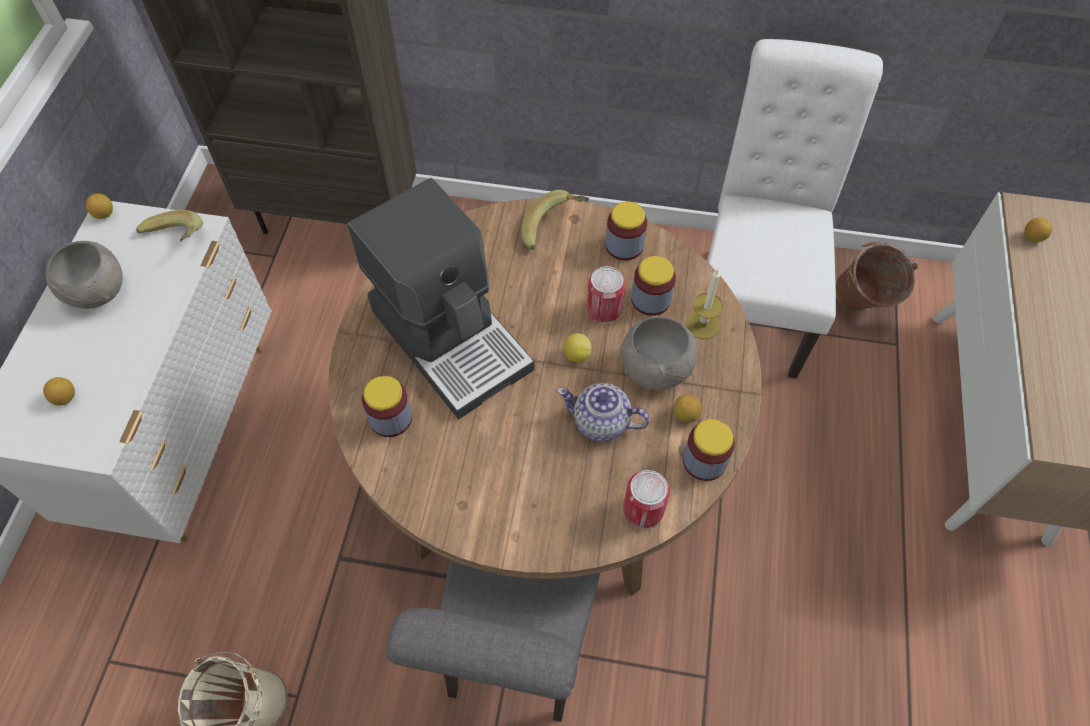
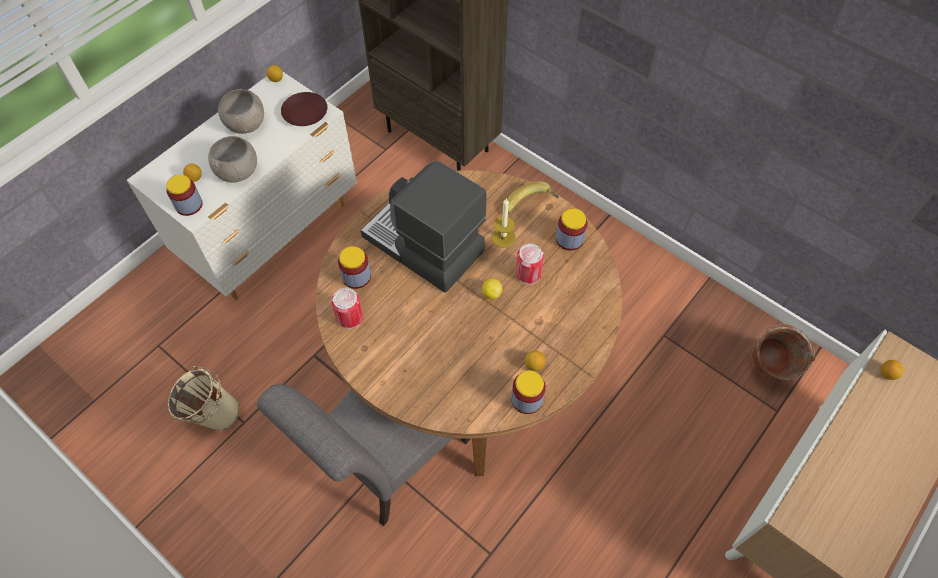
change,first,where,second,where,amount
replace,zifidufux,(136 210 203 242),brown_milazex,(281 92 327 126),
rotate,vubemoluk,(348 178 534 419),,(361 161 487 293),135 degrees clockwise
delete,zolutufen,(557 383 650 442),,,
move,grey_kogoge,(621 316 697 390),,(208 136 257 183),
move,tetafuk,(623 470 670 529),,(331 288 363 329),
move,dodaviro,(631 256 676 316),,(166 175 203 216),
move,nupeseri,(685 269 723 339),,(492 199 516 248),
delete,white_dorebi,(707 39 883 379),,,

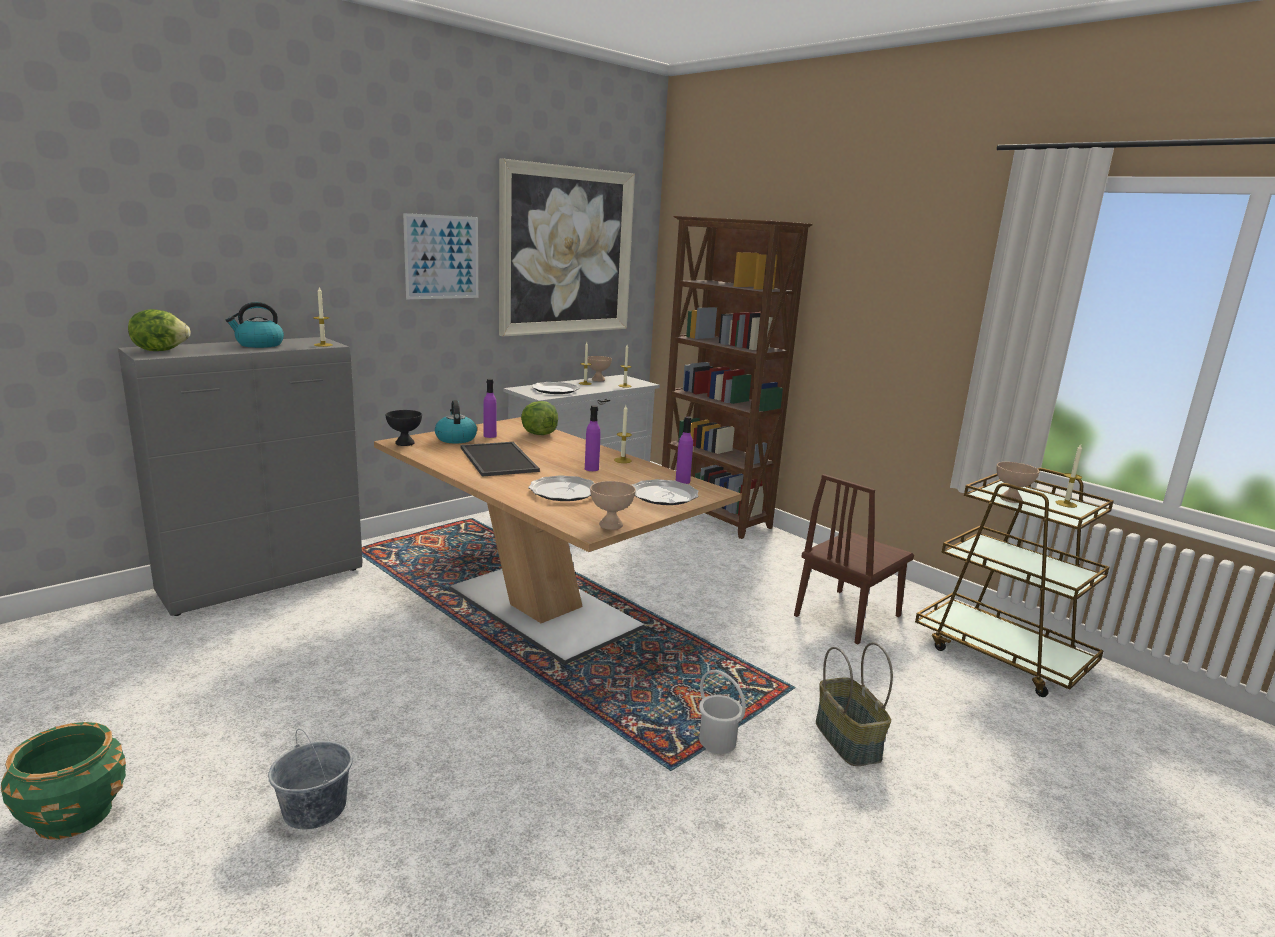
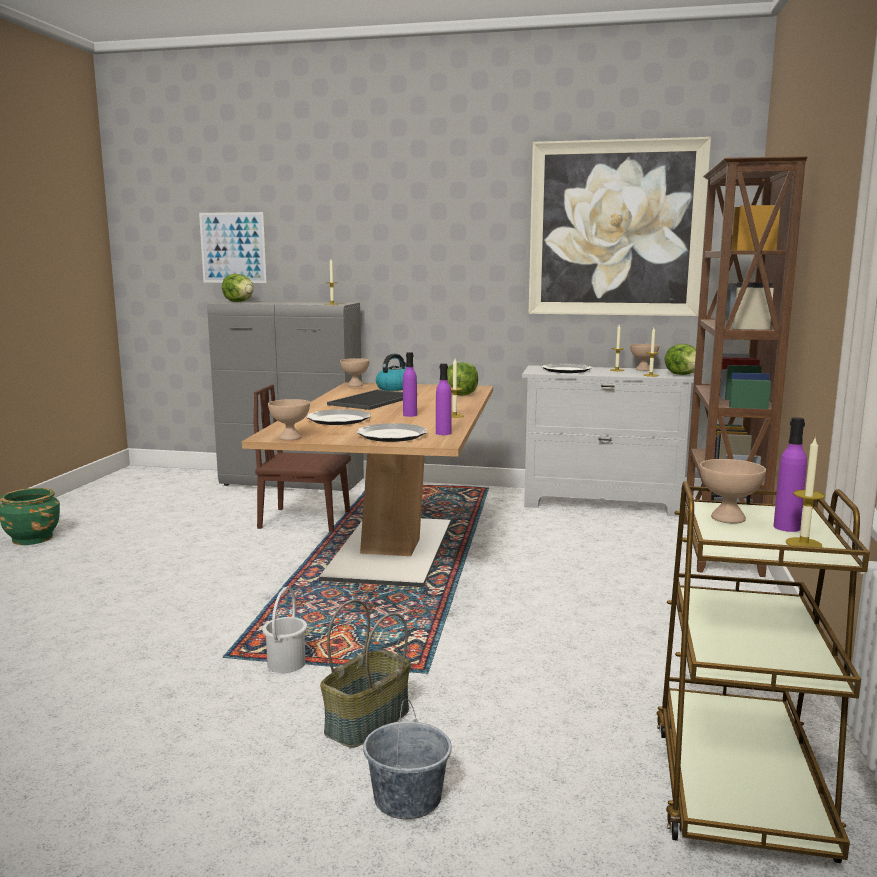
change,first,where,second,where,amount
delete,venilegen,(226 302 284 348),,,
move,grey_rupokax,(268 729 353 830),,(363 699 452 819),
recolor,black_kogoge,(386 410 422 446),beige_kogoge,(340 358 370 387),
move,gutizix,(403 213 478 299),,(199 212 267 283),
move,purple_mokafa,(483 379 497 438),,(774 417 807 532),
move,brown_dorebi,(794 474 914 645),,(254 384 351 532),
insert,,,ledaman,(665 344 696 375),

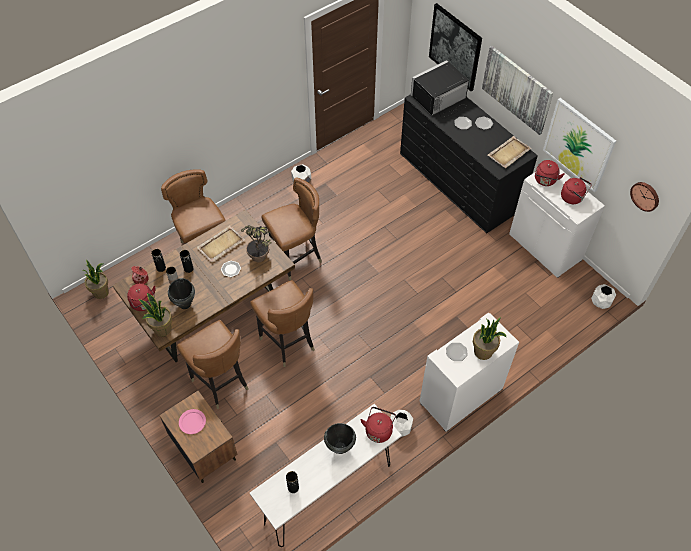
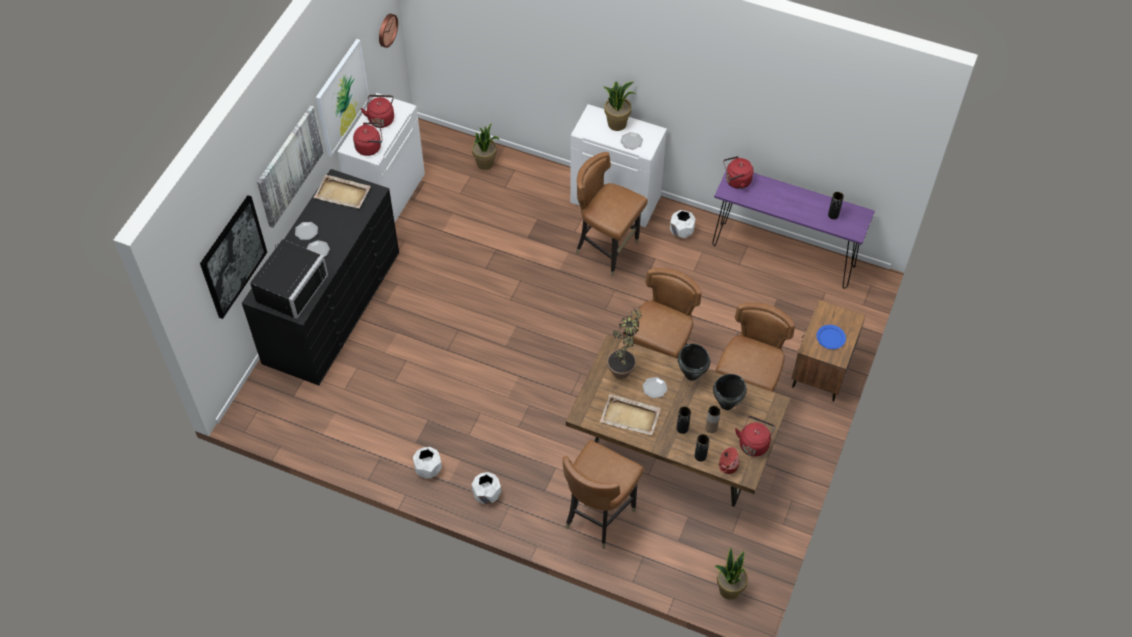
change,first,where,second,where,amount
move,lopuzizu,(138 293 172 337),,(472 123 500 170),
recolor,pink_milazex,(179 409 206 434),blue_milazex,(816 325 846 349),
recolor,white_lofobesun,(250 404 402 547),purple_lofobesun,(712 169 875 289),
move,brown_dorebi,(261 178 322 281),,(576 152 648 277),
move,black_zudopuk,(324 423 356 454),,(678 344 710 381),
rotate,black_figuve,(411 60 469 119),,(250 239 328 319),90 degrees counterclockwise
move,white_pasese,(591 284 616 309),,(472 472 501 504),

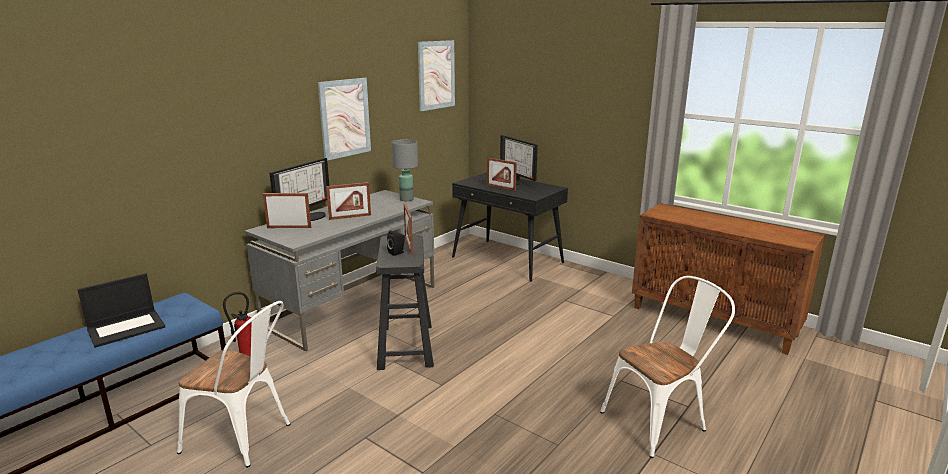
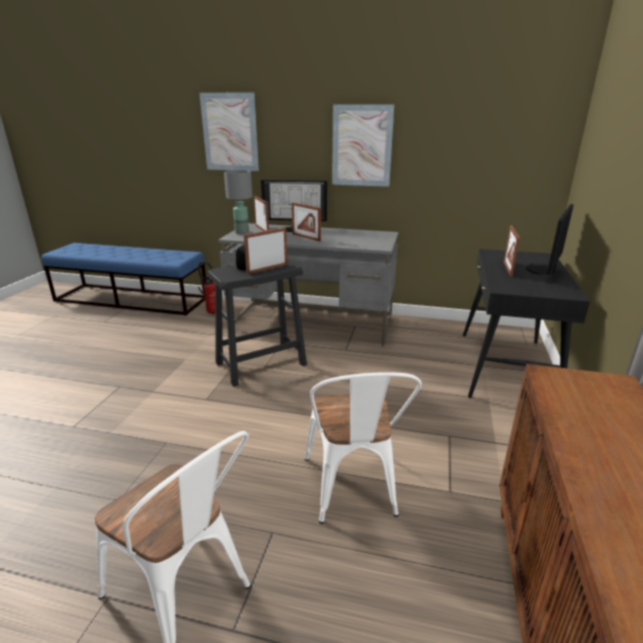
change,first,where,second,where,amount
delete,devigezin,(77 273 165 348),,,
move,white_dorebi,(177 301 290 468),,(304 372 422 524),
move,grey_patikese,(391 139 418 201),,(224 170 252 234),
move,gutizix,(418 40 455 111),,(199 92 259 171),

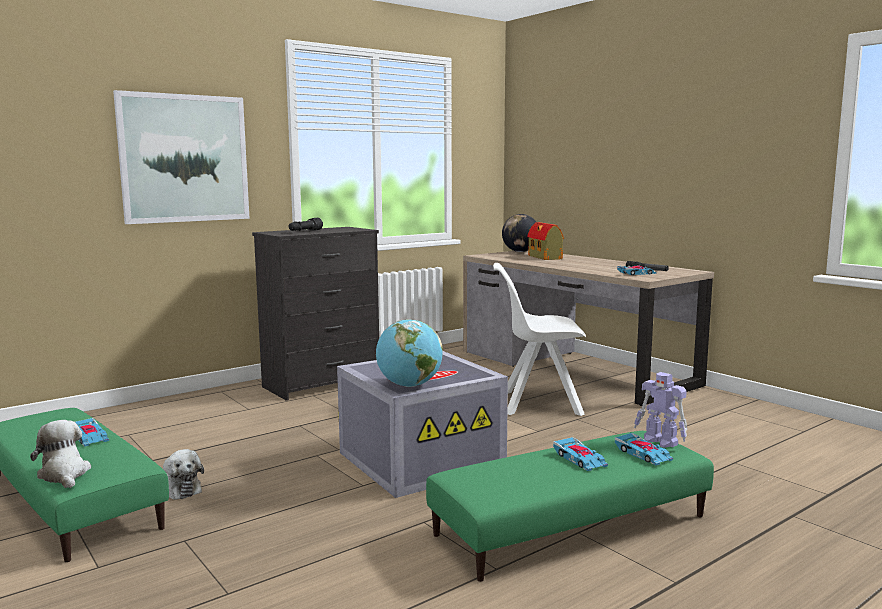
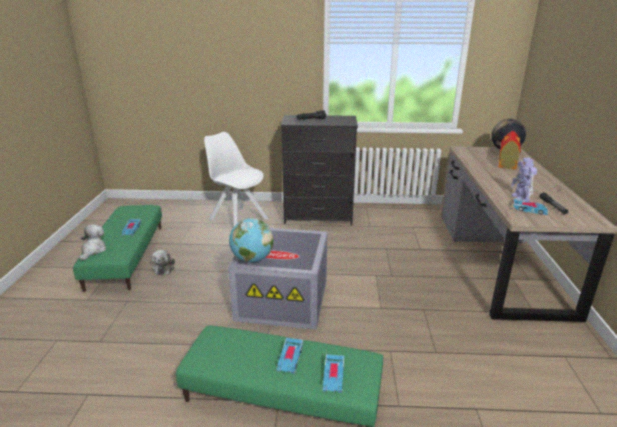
change,first,where,second,where,amount
delete,gutizix,(113 90 250 224),,,
move,white_dorebi,(493 263 586 416),,(204 132 268 226),
move,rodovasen,(634 372 687 448),,(511 158 537 202),

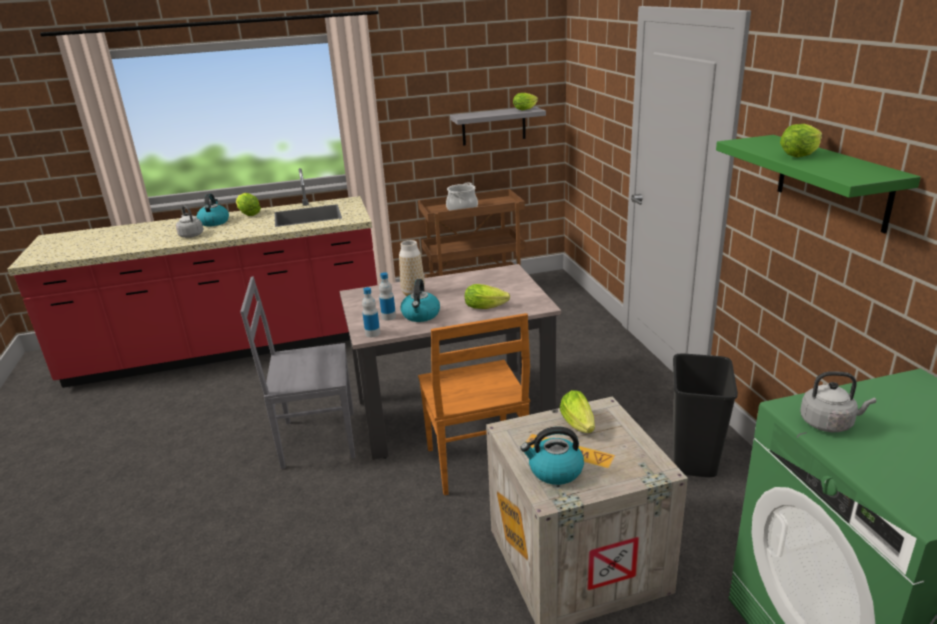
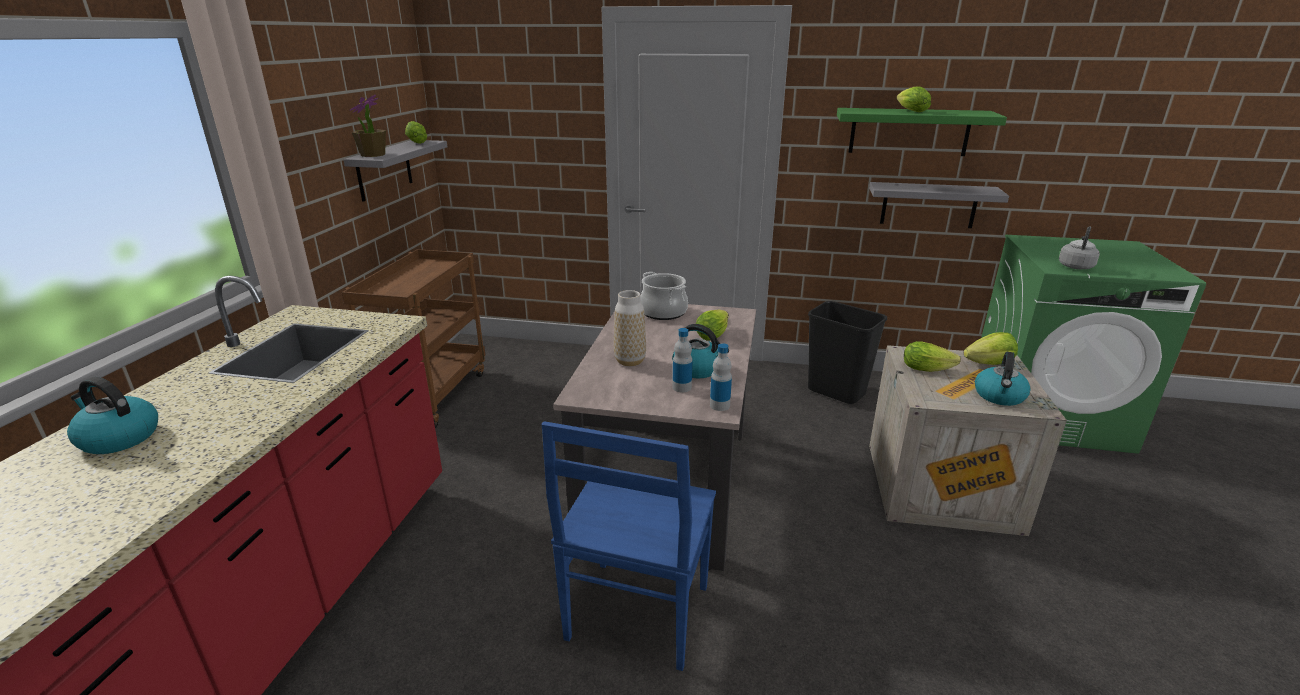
change,first,where,second,where,amount
delete,grey_venilegen,(176 205 203 238),,,
move,ledaman,(236 193 261 216),,(964 332 1018 365),
recolor,grey_dorebi,(240 277 355 469),blue_dorebi,(541 421 716 671),
delete,brown_dorebi,(418 313 530 495),,,
move,zudopuk,(446 183 478 211),,(640 272 688 320),
insert,,,lopuzizu,(349 95 386 157),
insert,,,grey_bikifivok,(869 182 1009 228),

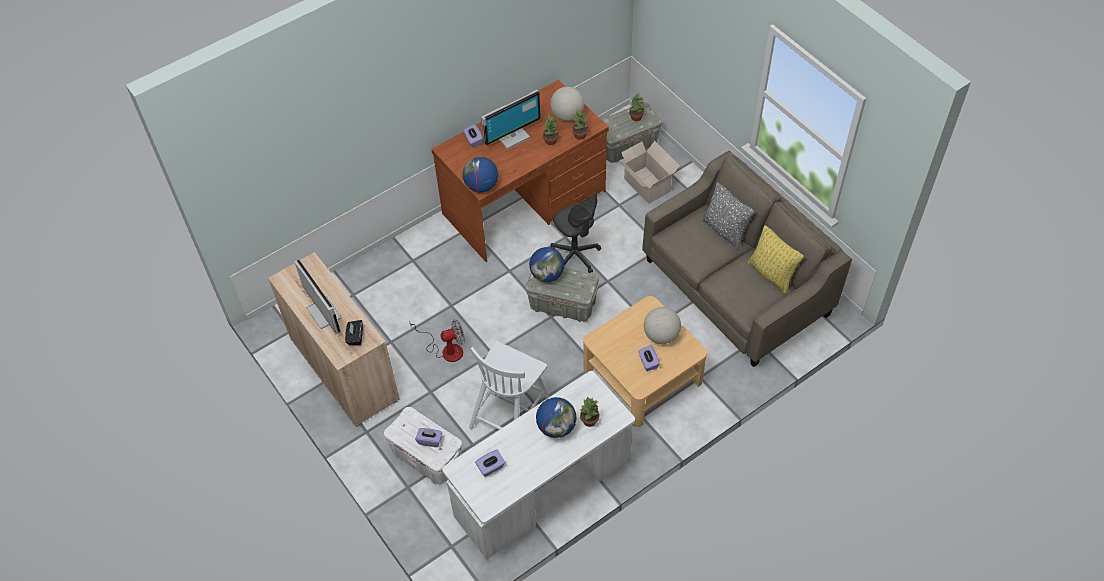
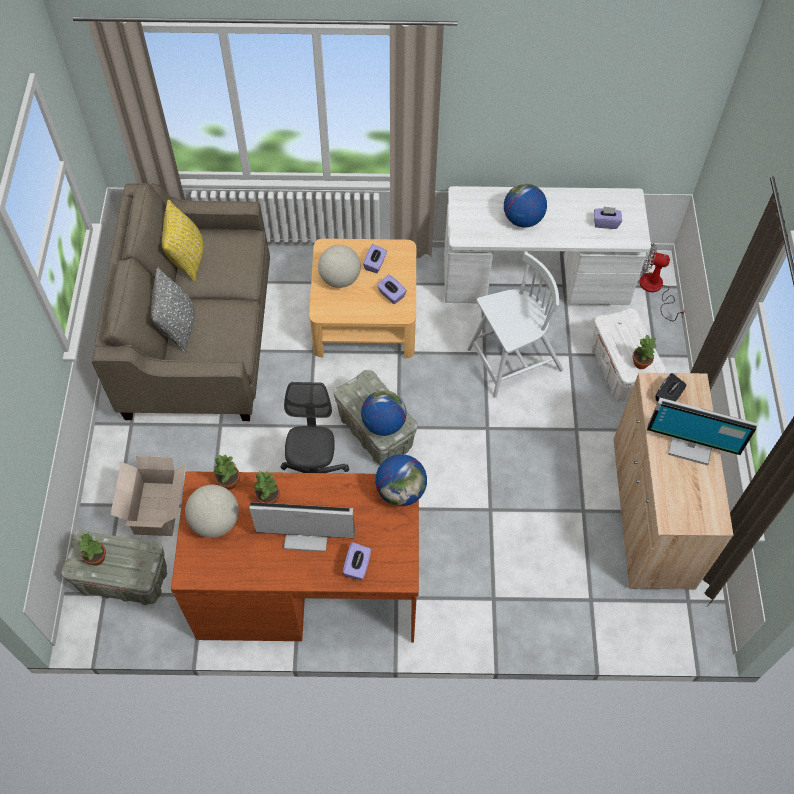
change,first,where,second,where,amount
rotate,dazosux,(295 260 342 334),,(647 398 757 466),75 degrees counterclockwise
move,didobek,(409 320 465 362),,(639 243 685 321),
move,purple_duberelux,(415 428 442 447),,(377 275 407 304),
move,lopuzizu,(579 397 599 427),,(633 334 657 369),

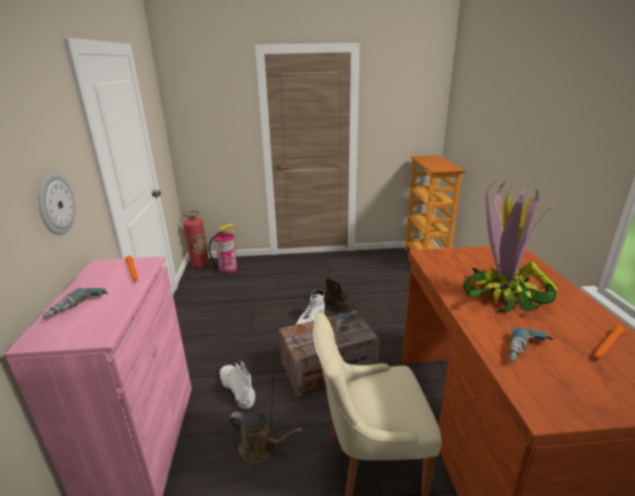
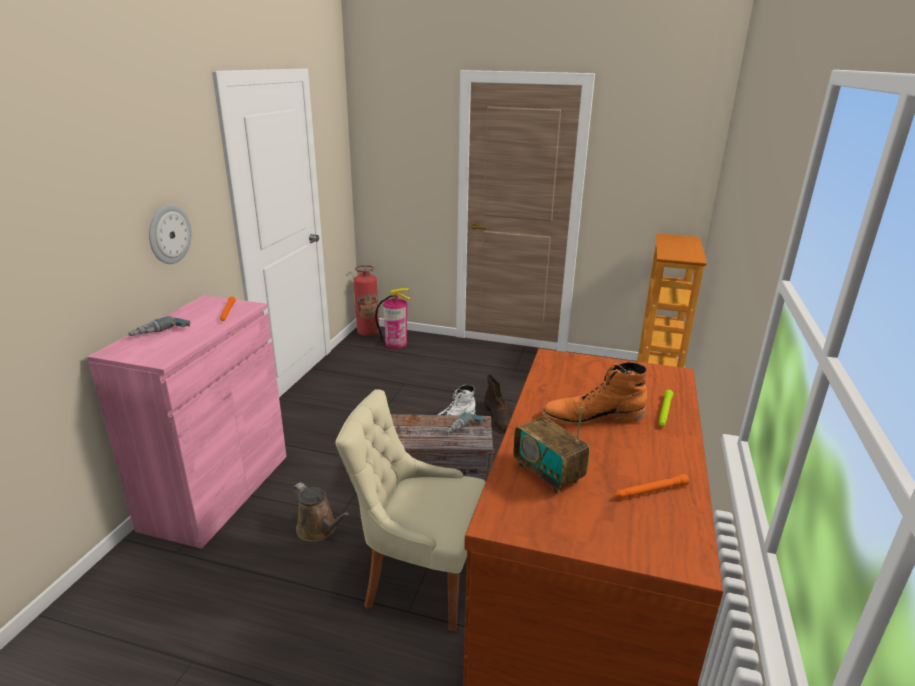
change,first,where,second,where,amount
delete,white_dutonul,(220 361 255 409),,,
replace,lopuzizu,(463 182 556 313),orange_dutonul,(542 362 647 426),
replace,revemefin,(509 327 553 362),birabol,(513 407 590 494),

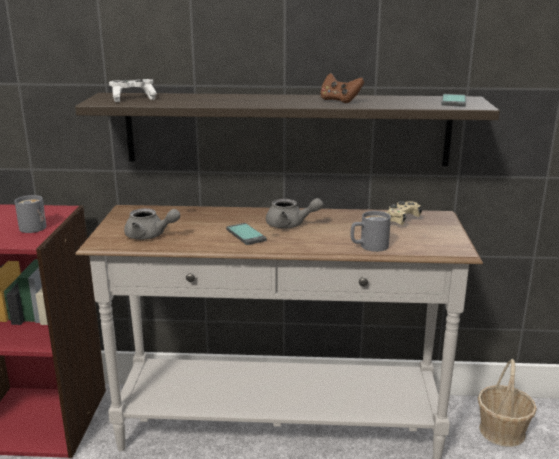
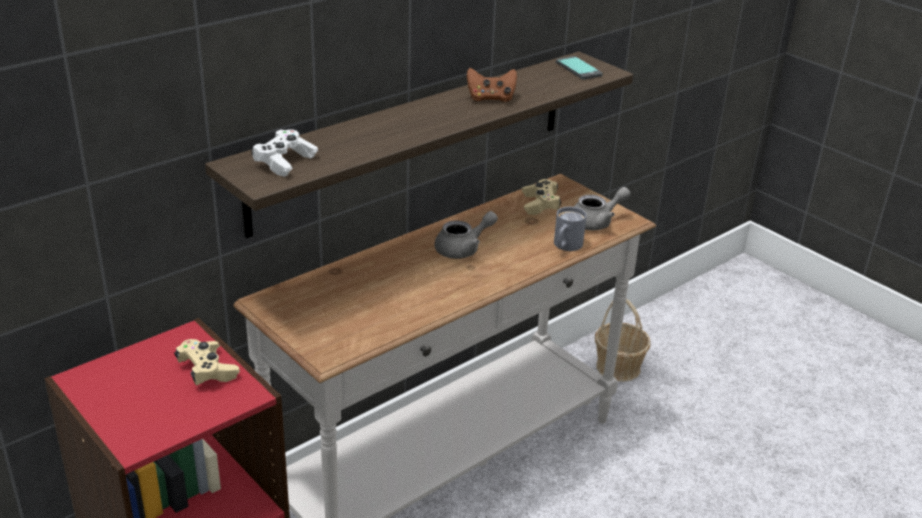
change,first,where,second,where,amount
replace,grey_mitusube,(14 195 46 233),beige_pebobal,(174 339 240 385),
move,grey_zolutufen,(124 208 180 240),,(574 187 630 230),
delete,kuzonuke,(226 223 267 245),,,

